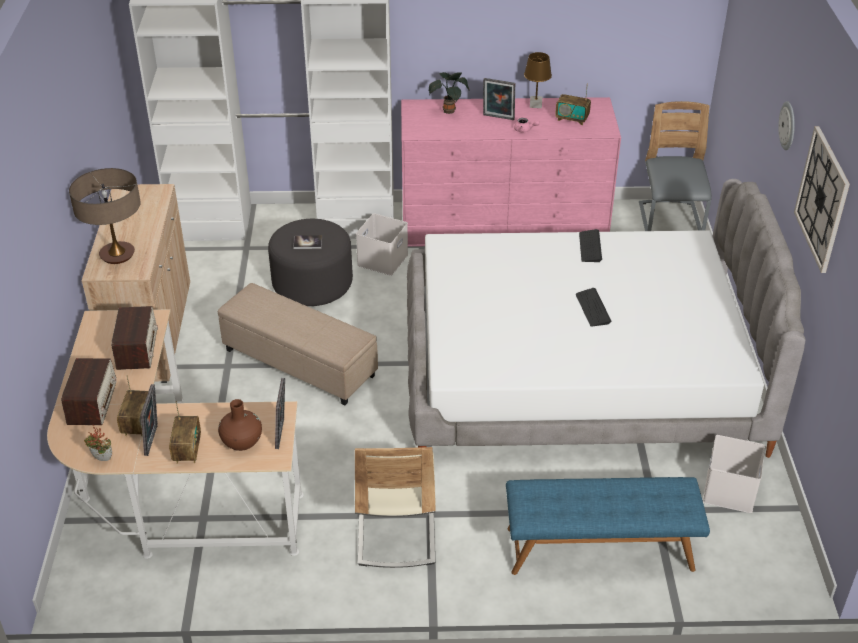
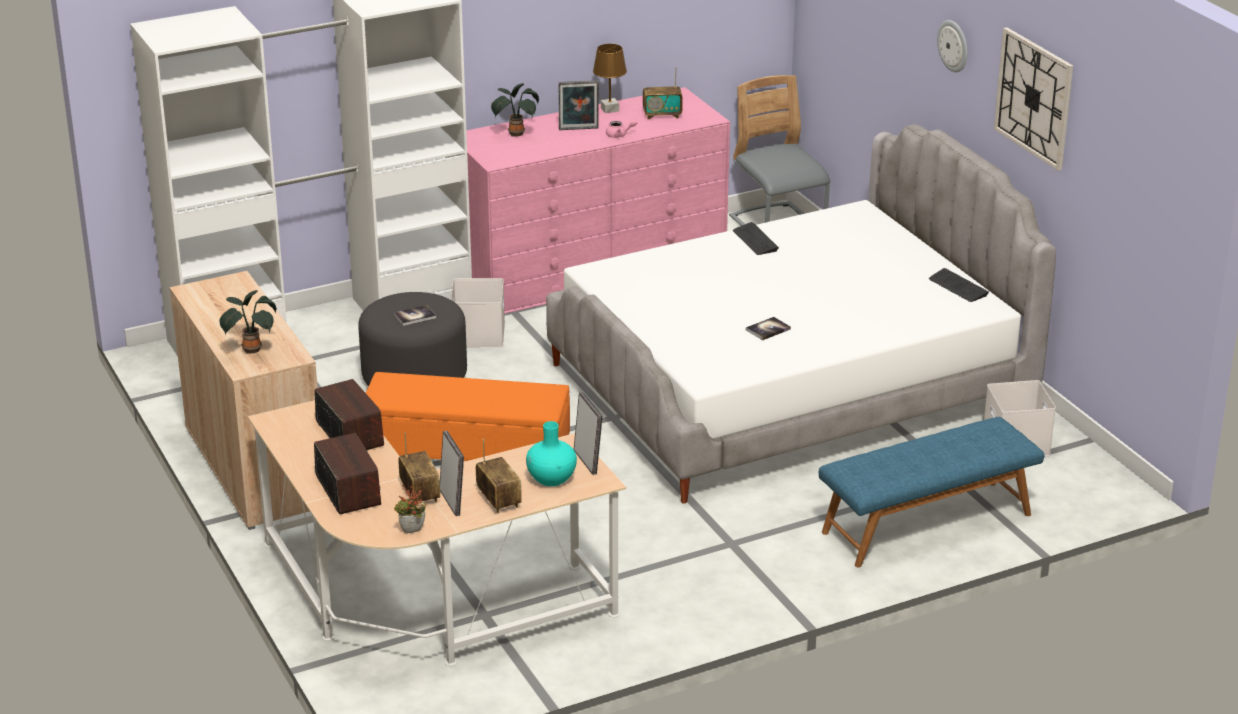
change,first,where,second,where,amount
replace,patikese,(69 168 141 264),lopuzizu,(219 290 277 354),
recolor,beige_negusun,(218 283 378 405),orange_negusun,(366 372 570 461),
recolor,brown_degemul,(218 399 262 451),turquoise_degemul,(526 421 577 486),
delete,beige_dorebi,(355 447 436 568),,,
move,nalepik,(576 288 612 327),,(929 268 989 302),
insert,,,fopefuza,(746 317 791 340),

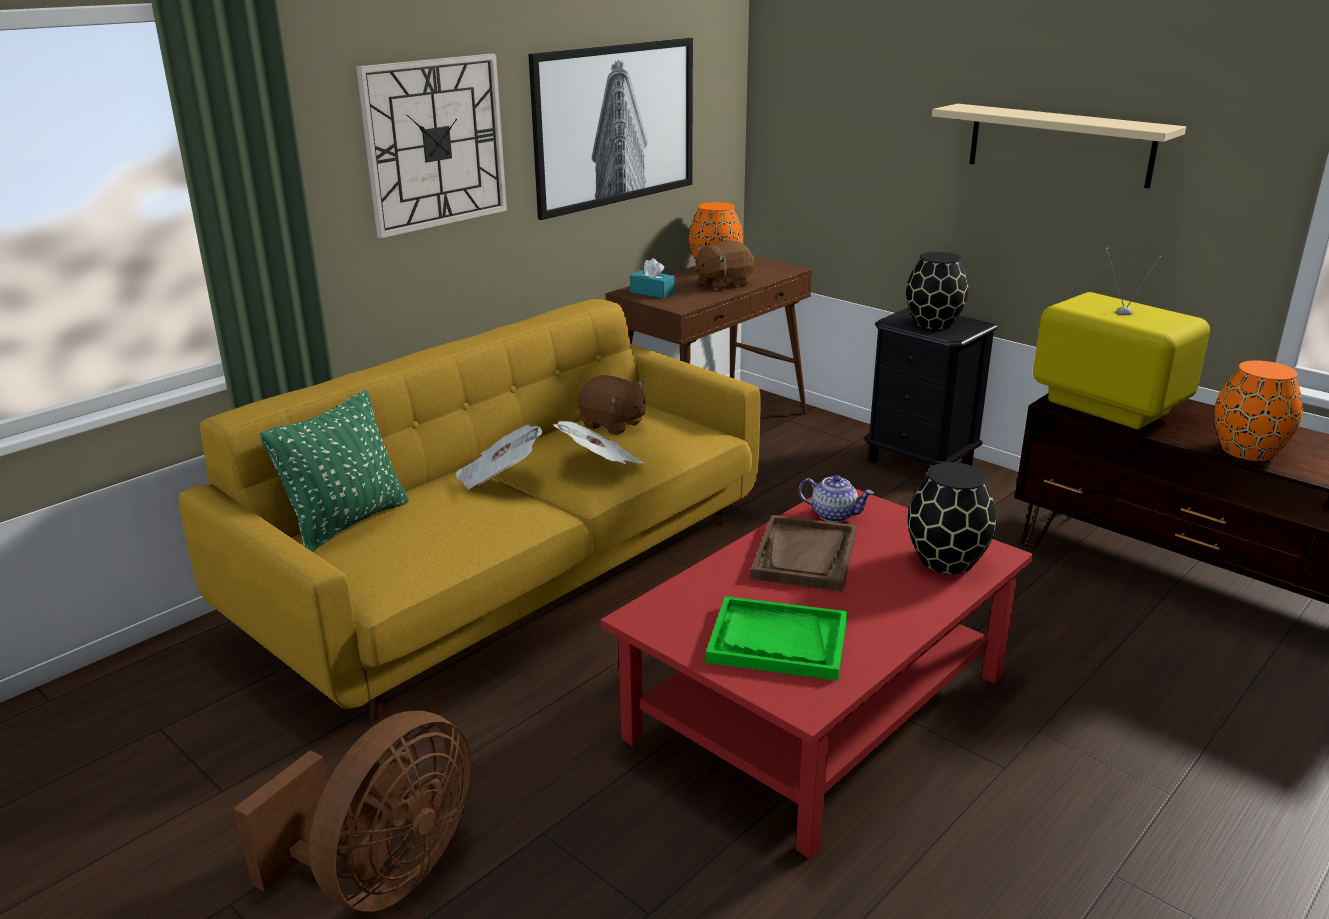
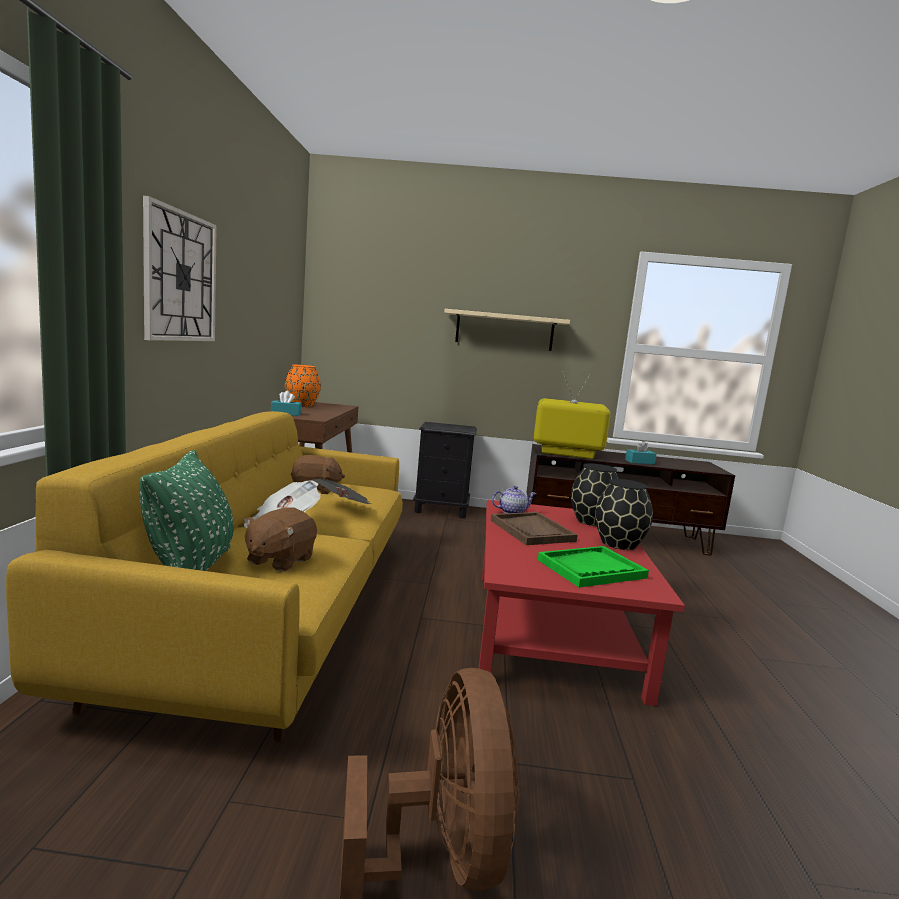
change,first,where,second,where,amount
delete,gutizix,(528 38 693 220),,,
move,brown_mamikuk,(695 241 754 290),,(244 507 317 572),
move,black_degemul,(906 252 969 330),,(595 479 653 550),
replace,orange_degemul,(1214 361 1303 461),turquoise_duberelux,(625 441 656 464),

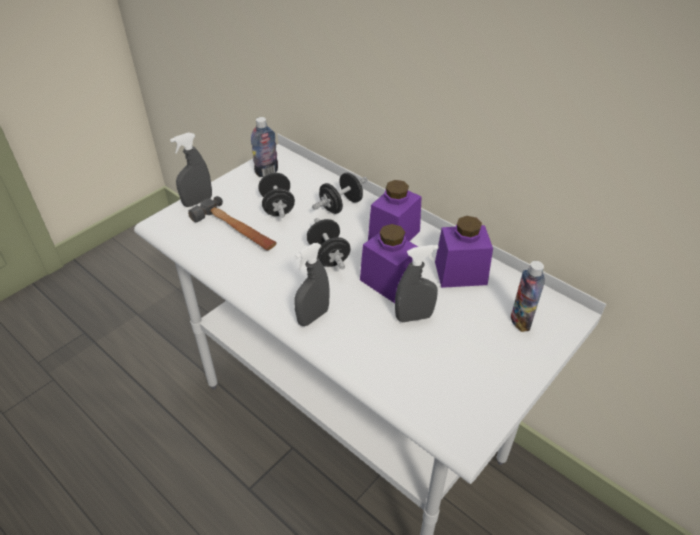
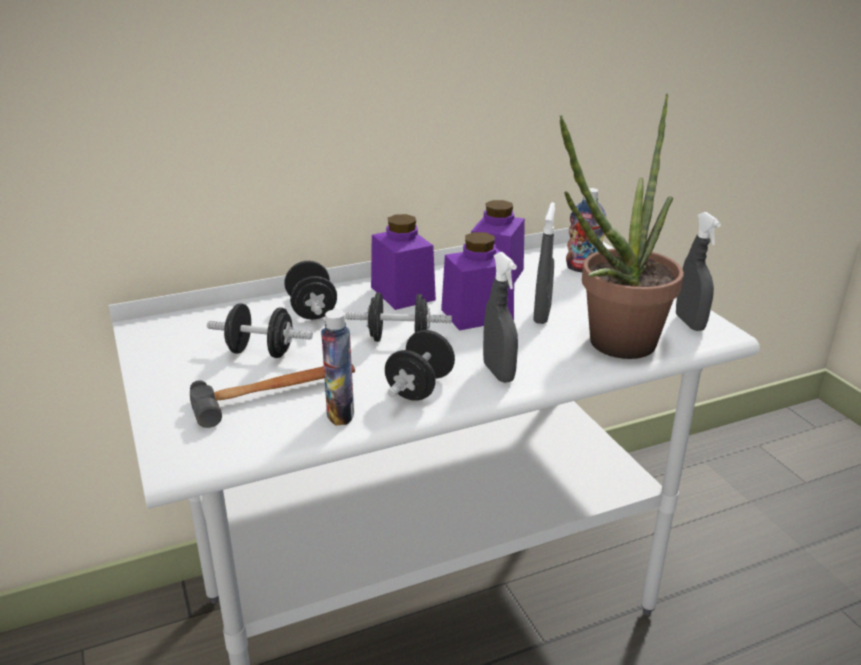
change,first,where,second,where,amount
move,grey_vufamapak,(170 132 212 207),,(676 212 721 331),
move,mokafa,(251 117 278 177),,(321 310 354 426),
insert,,,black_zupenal,(385 330 455 401),
insert,,,lopuzizu,(559 93 684 359),

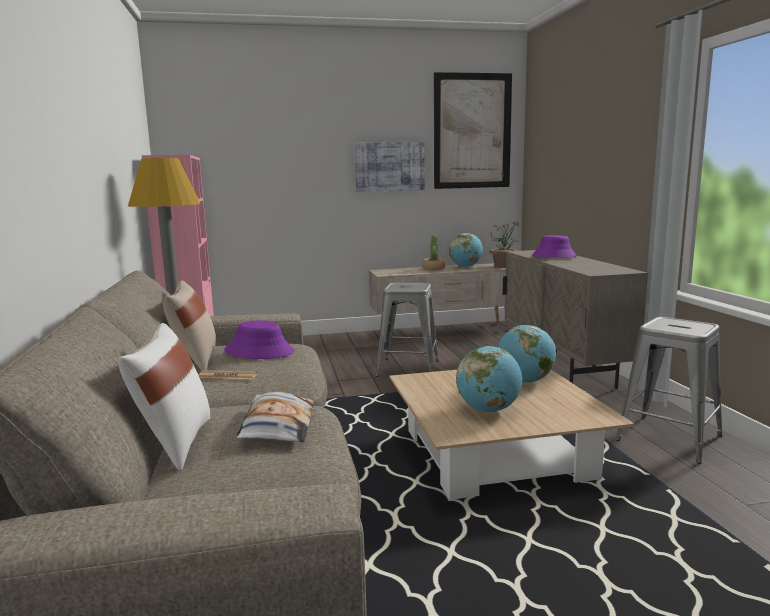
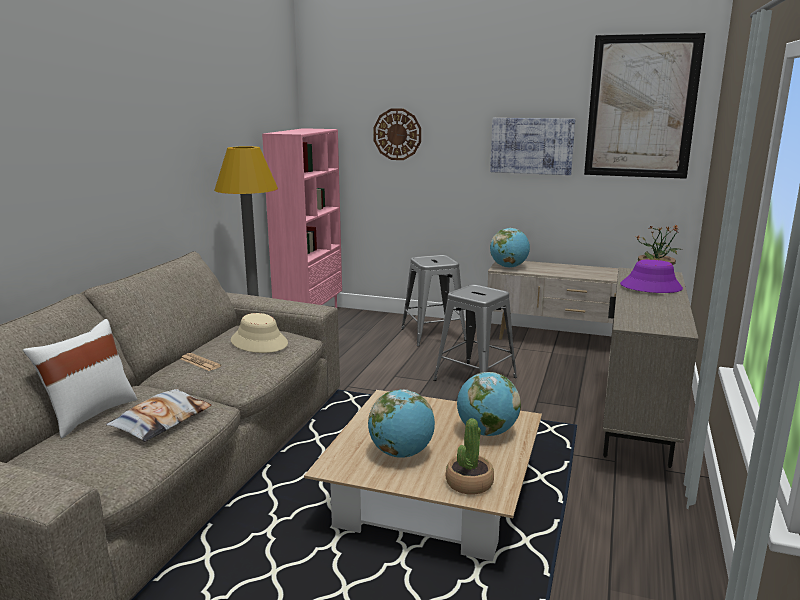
change,first,where,second,where,amount
delete,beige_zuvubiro,(163 280 216 371),,,
recolor,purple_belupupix,(224 321 294 359),beige_belupupix,(231 313 288 353),
move,lopuzizu,(422 235 445 270),,(446 418 494 495),
move,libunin,(449 233 483 267),,(490 228 530 268),
move,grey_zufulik,(616 317 723 464),,(401 255 466 346),
insert,,,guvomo,(373 108 421 160),

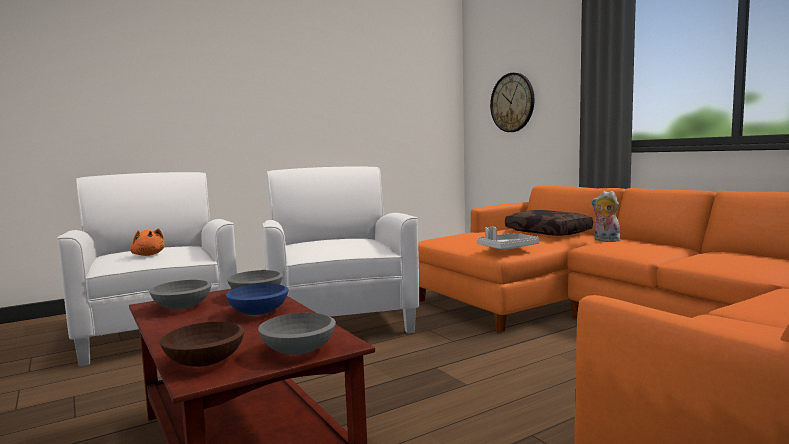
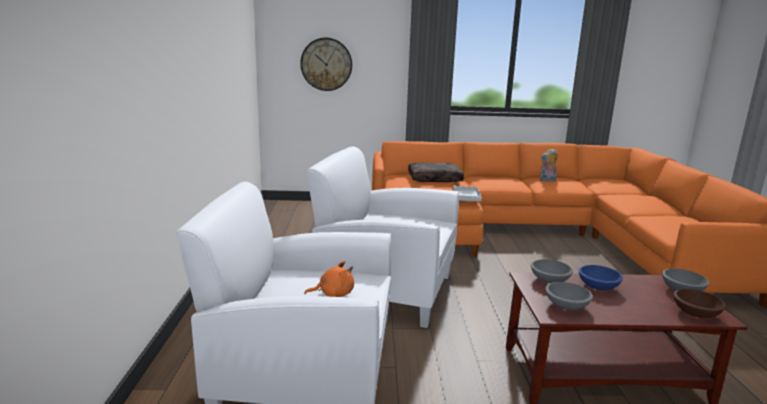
change,first,where,second,where,amount
move,mamikuk,(591 191 621 242),,(540 149 558 182),

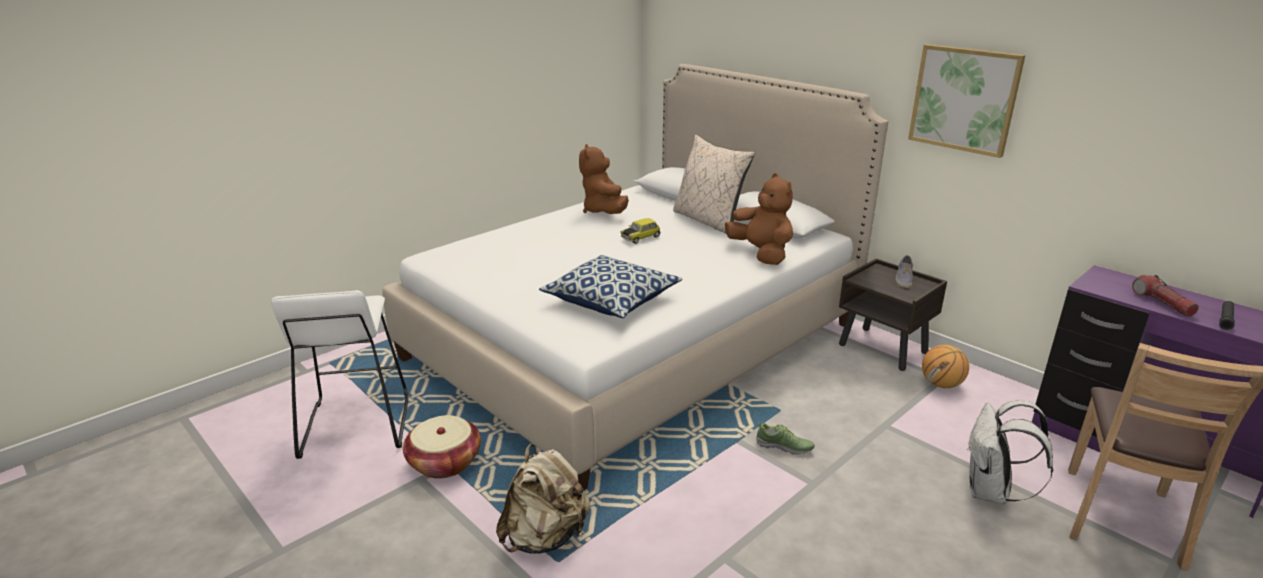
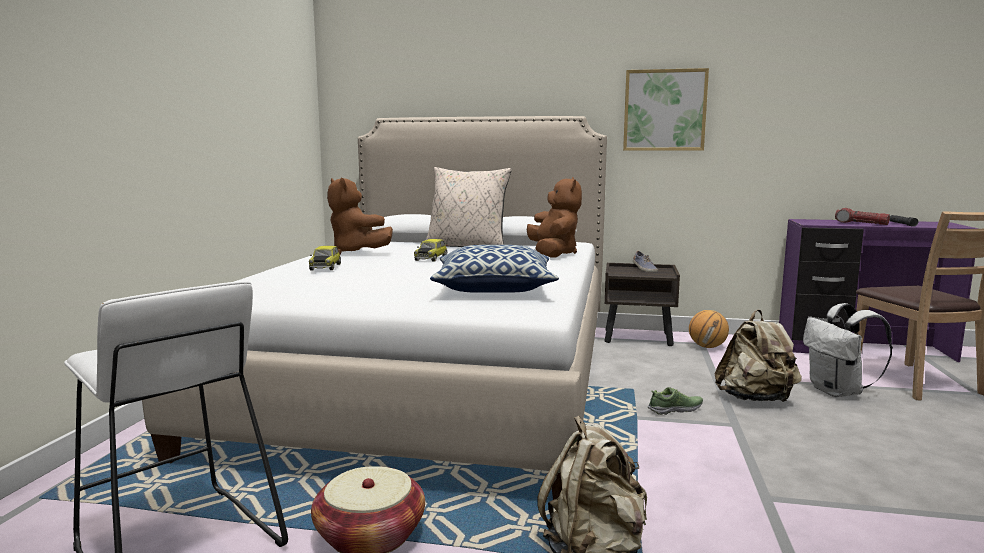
change,first,where,second,where,amount
rotate,brown_mamikuk,(725 173 793 265),,(527 177 582 258),60 degrees clockwise
insert,,,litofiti,(309 246 341 270),
insert,,,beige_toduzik,(715 310 802 402),

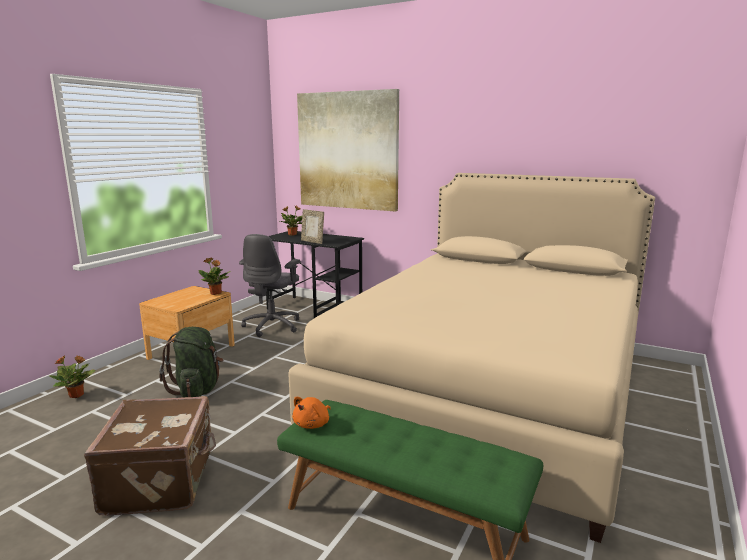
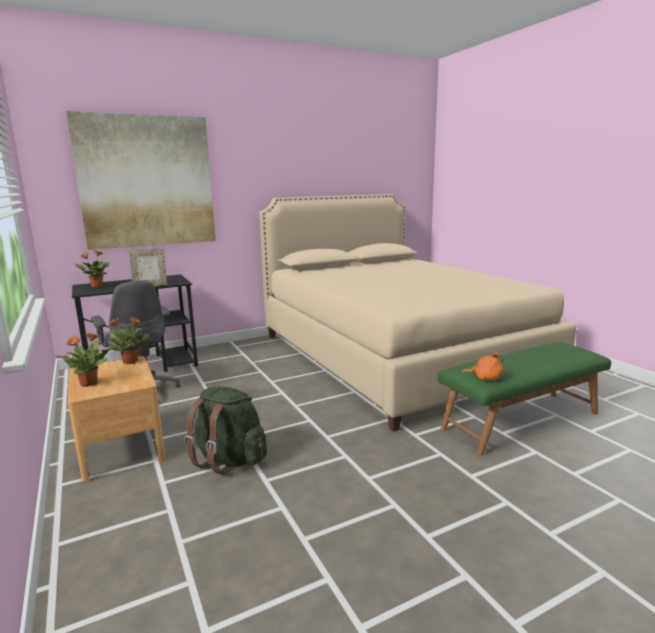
change,first,where,second,where,amount
move,lopuzizu,(49 355 96 398),,(56 333 112 387),
delete,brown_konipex,(84 396 216 516),,,
rotate,orange_mamikuk,(292 397 331 429),,(461 353 504 380),45 degrees counterclockwise

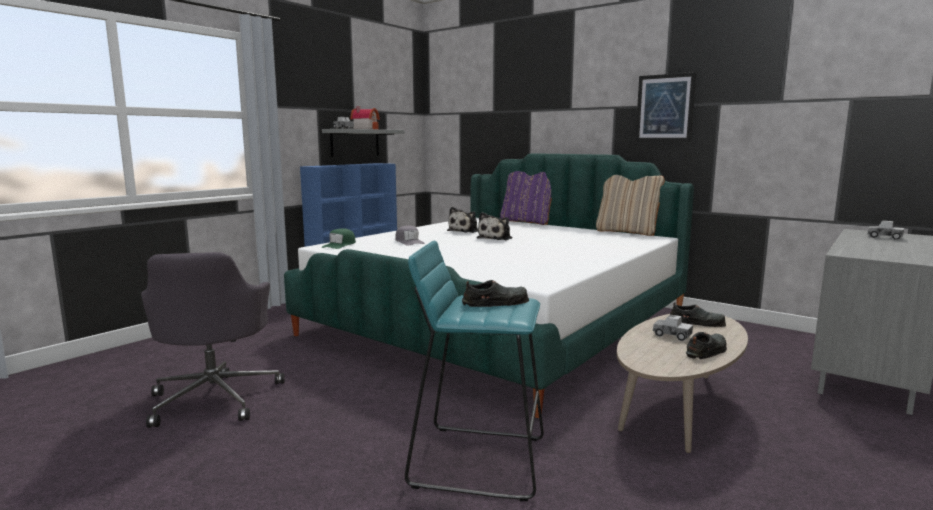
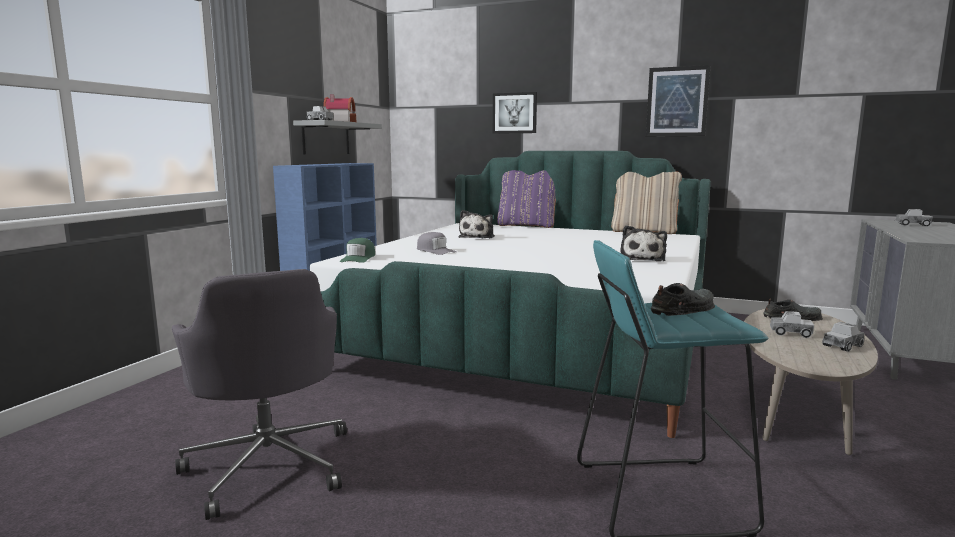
change,first,where,second,where,amount
move,mamikuk,(477 212 512 240),,(620 225 667 261),
replace,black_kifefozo,(686 332 727 359),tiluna,(822 322 864 352),
insert,,,gutizix,(493 92 537 134),

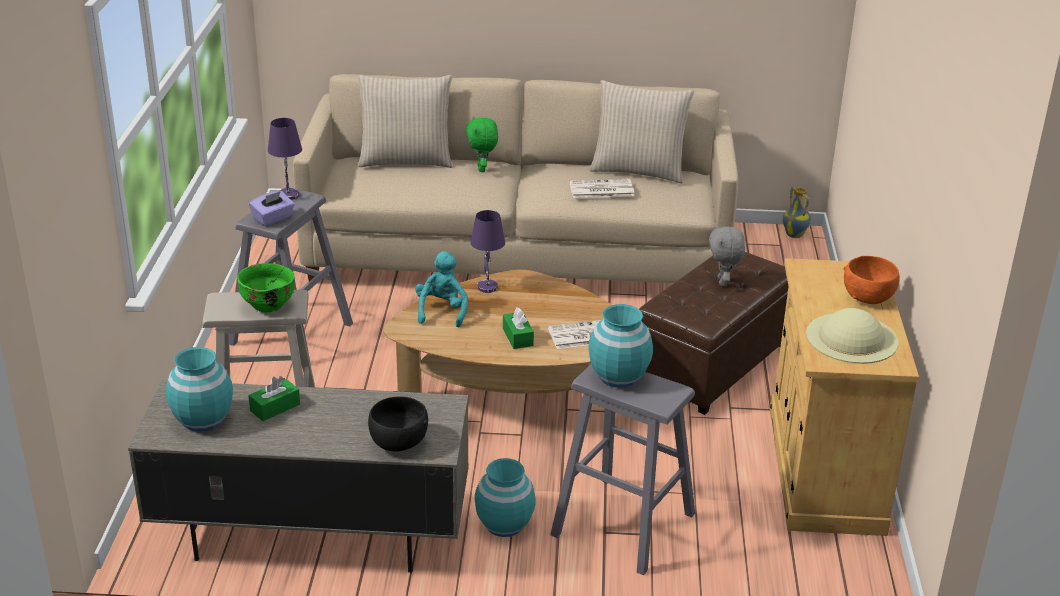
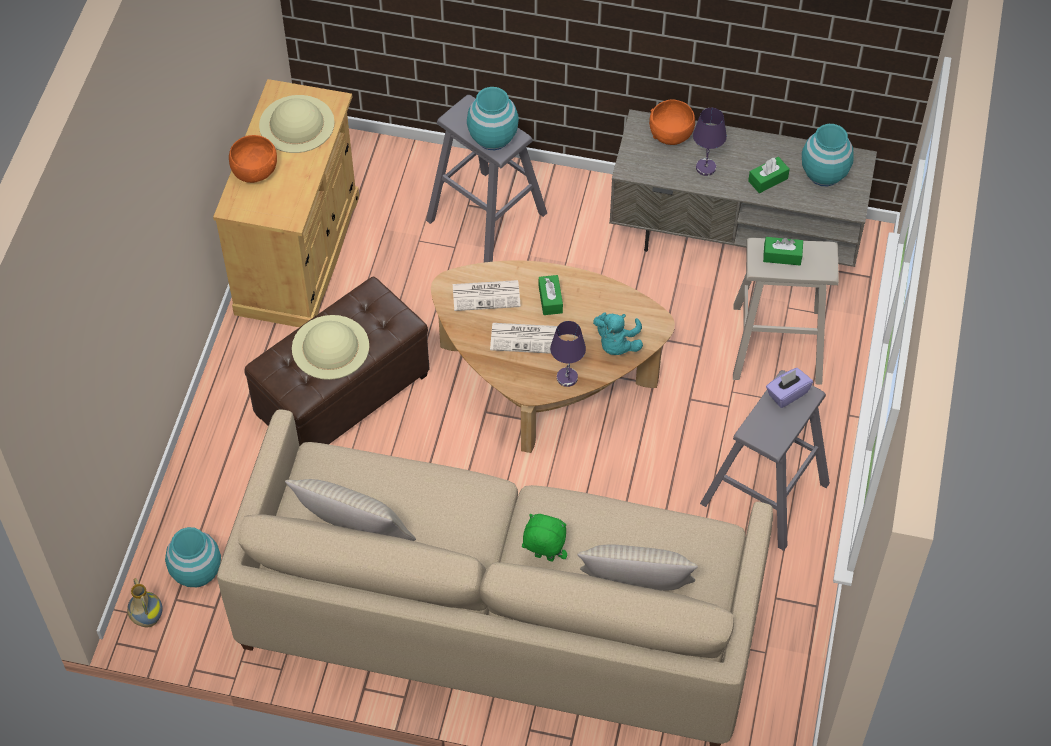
change,first,where,second,where,amount
replace,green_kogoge,(237 263 294 312),green_duberelux,(763 237 803 265),
move,purple_patikese,(268 118 302 200),,(693 108 727 176),
recolor,black_kogoge,(368 396 428 452),orange_kogoge,(649 99 695 145),
rotate,green_mamikuk,(466 116 498 172),,(522 514 567 562),75 degrees counterclockwise
move,turquoise_degemul,(475 458 536 537),,(165 527 221 587),
move,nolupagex,(569 179 634 198),,(490 323 557 354),
replace,grey_mamikuk,(709 224 745 286),beige_belupupix,(292 315 369 380),

